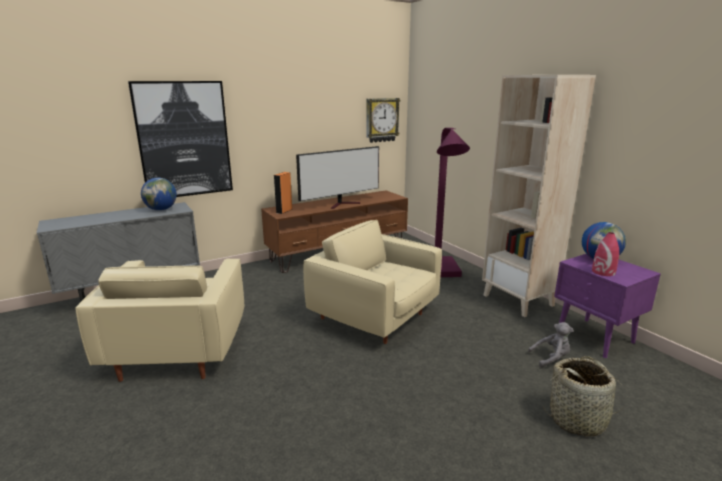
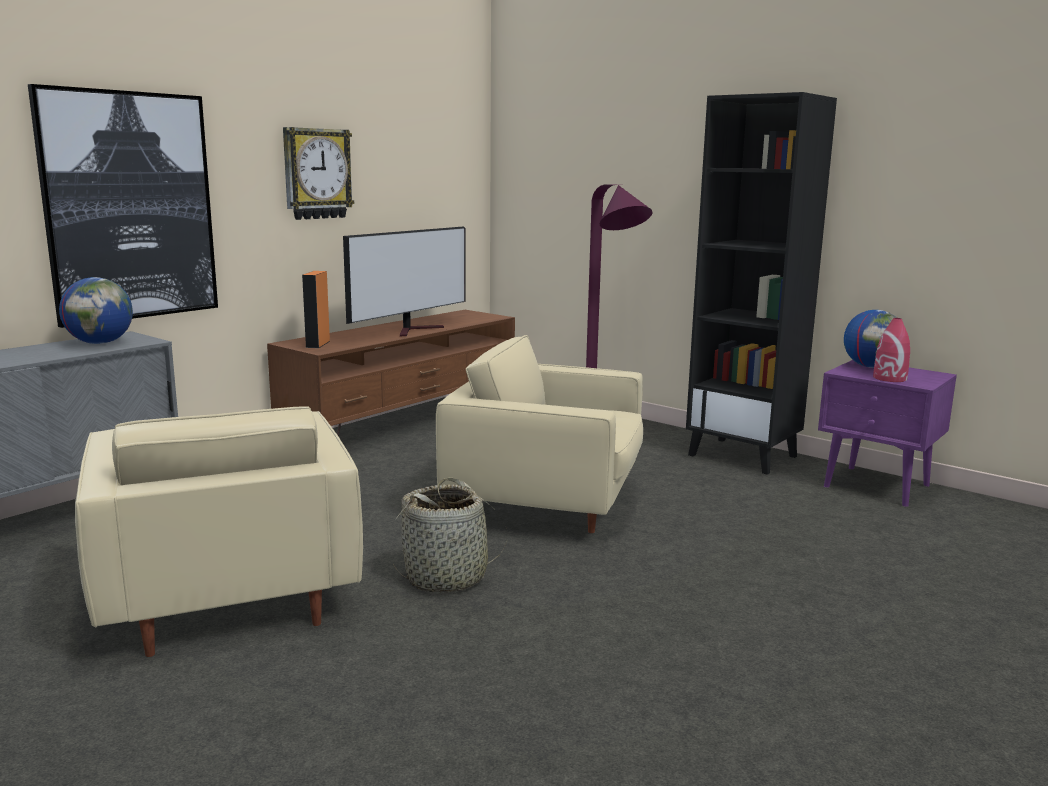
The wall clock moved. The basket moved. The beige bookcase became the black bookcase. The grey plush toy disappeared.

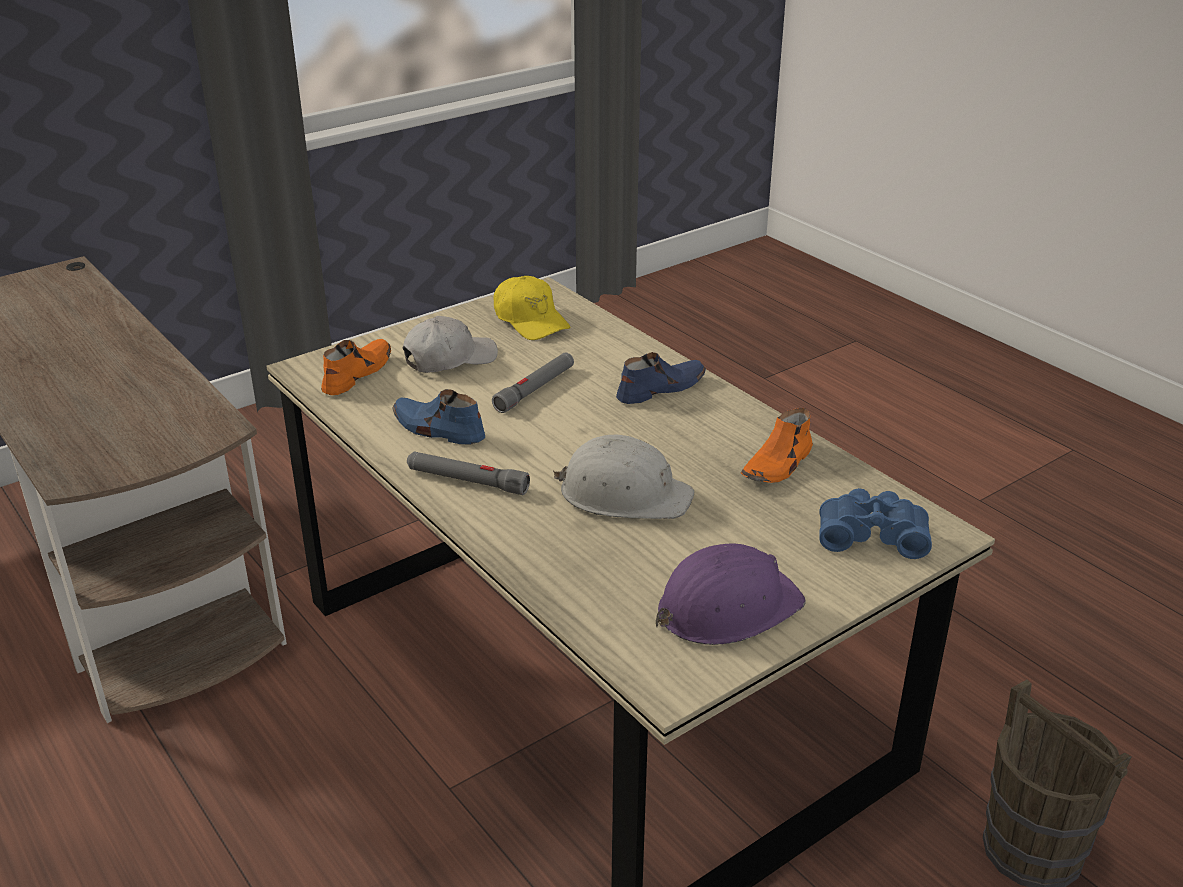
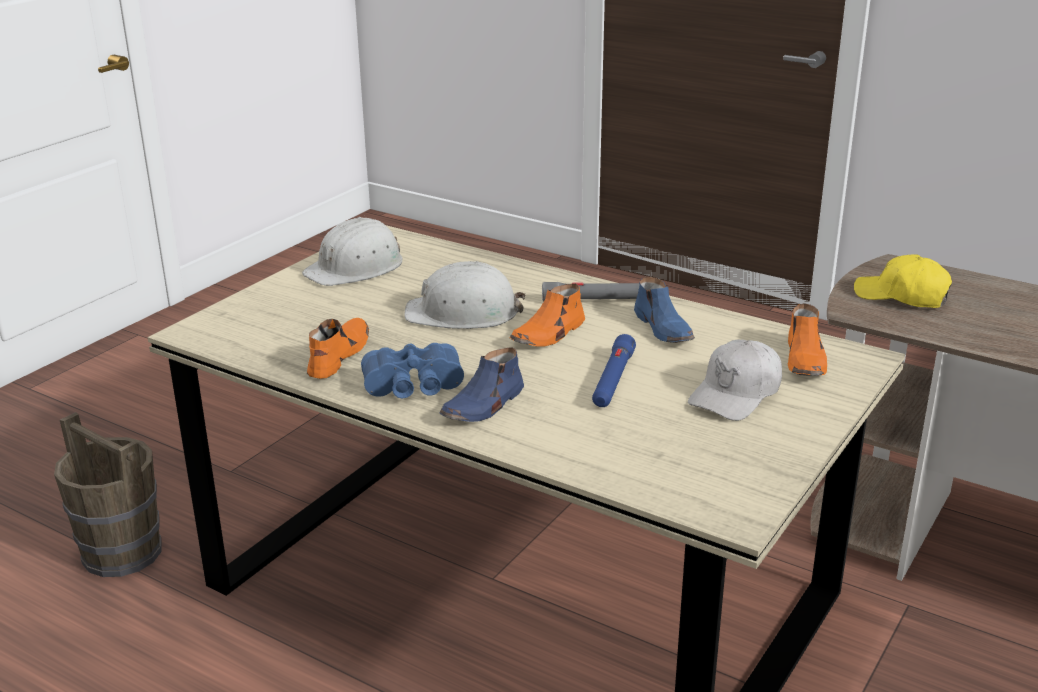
The purple hard hat became the white hard hat (1st from left). The blue binoculars moved. The orange shoe (2nd from left) appeared. The grey flashlight (2nd from left) became the blue flashlight. The blue shoe (1st from left in the first image) turned 60 degrees clockwise. The yellow cap moved.

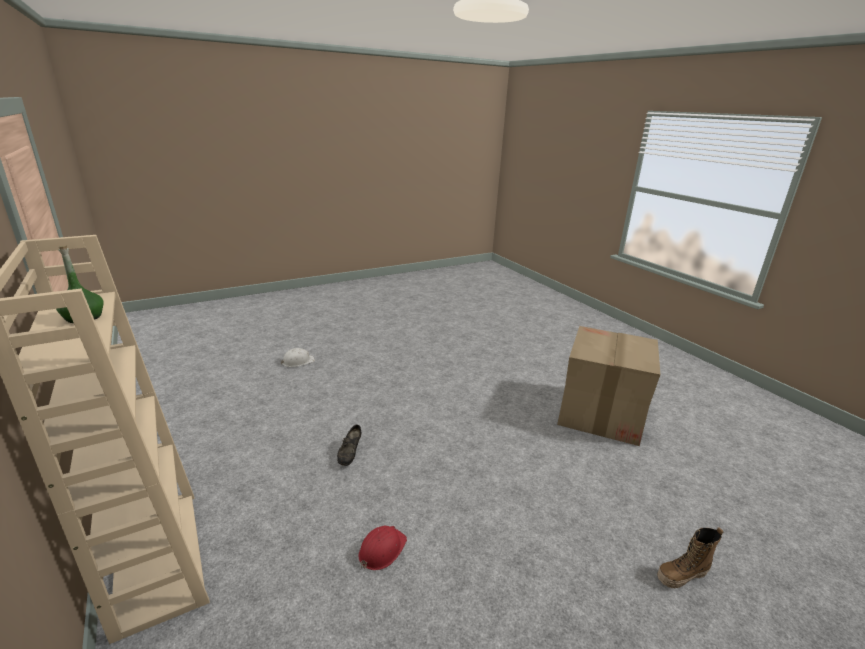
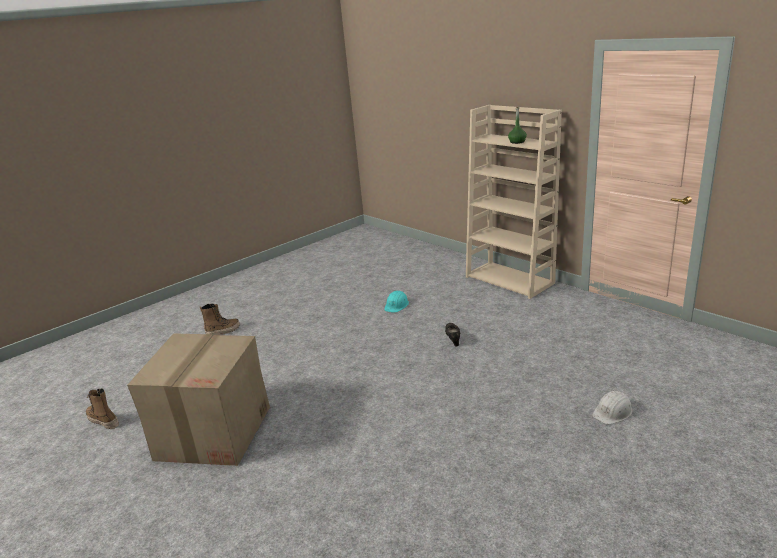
The boot (1st from left) appeared. The red hard hat became the turquoise hard hat.

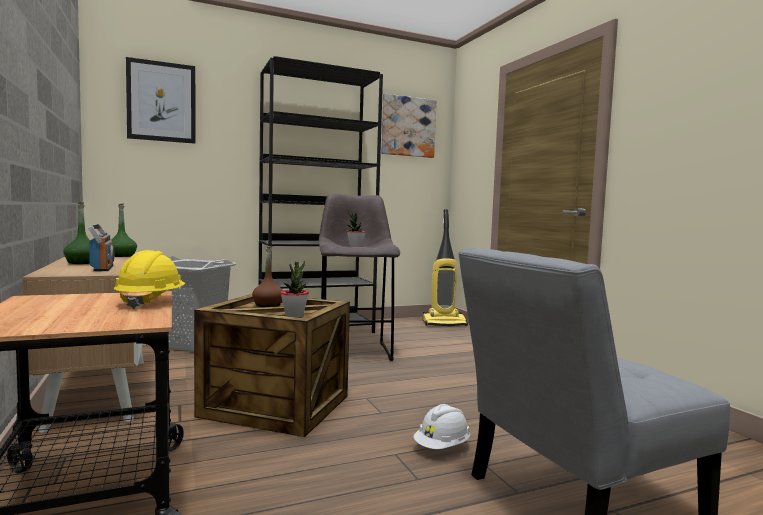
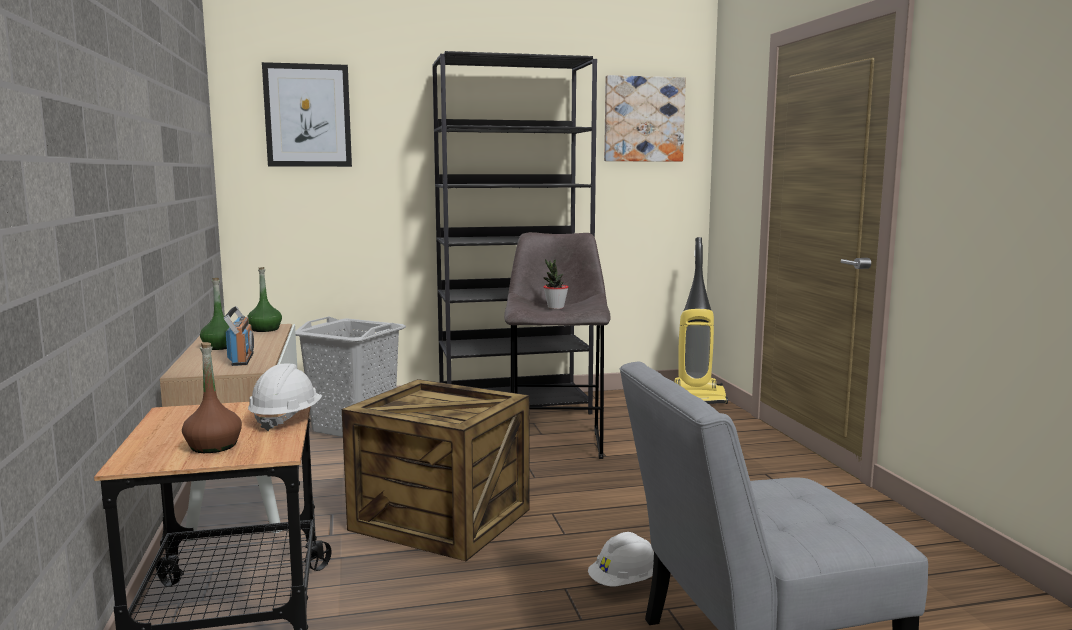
The brown bottle moved. The yellow hard hat became the white hard hat (1st from left). The potted plant (1st from left) disappeared.

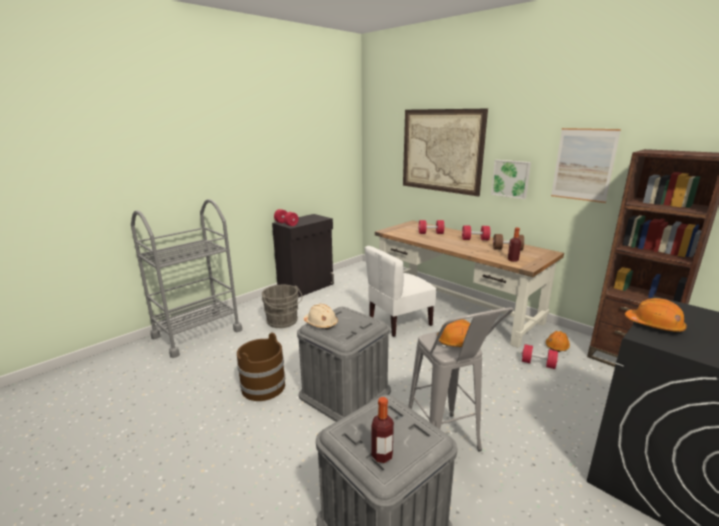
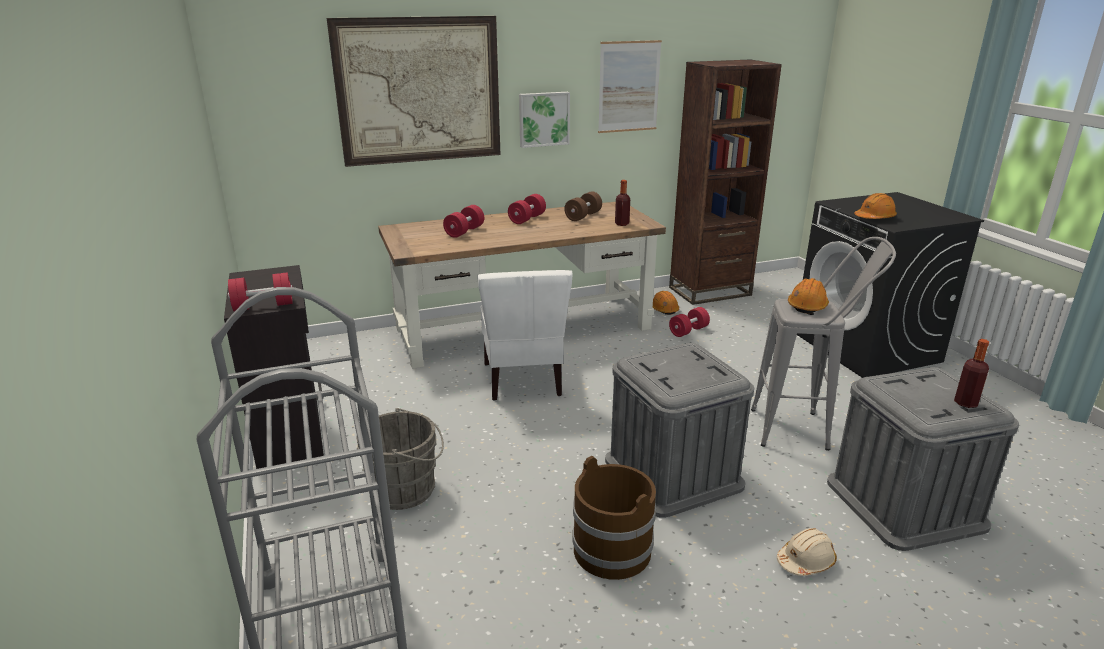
The beige hard hat moved.

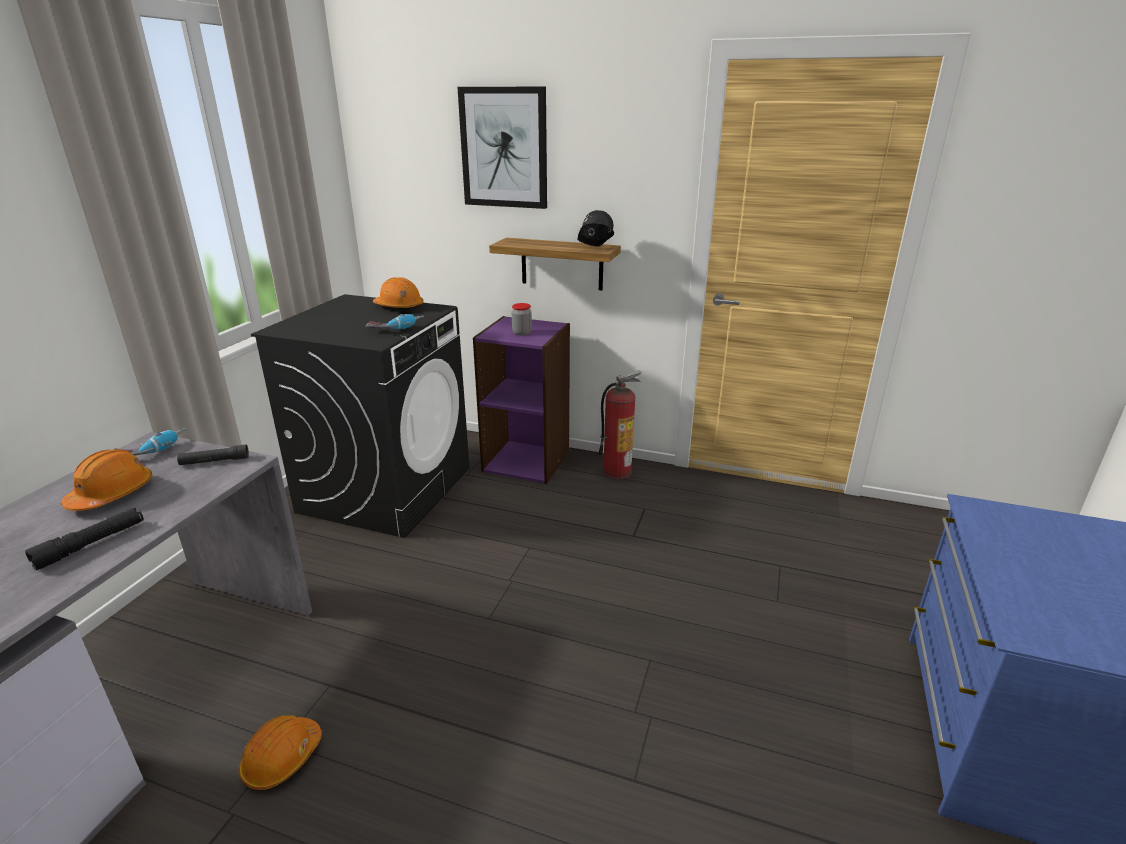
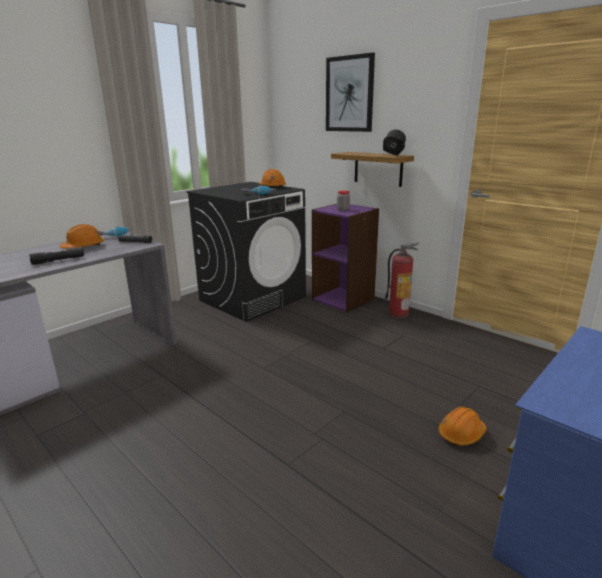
The orange hard hat (2nd from left in the first image) moved.

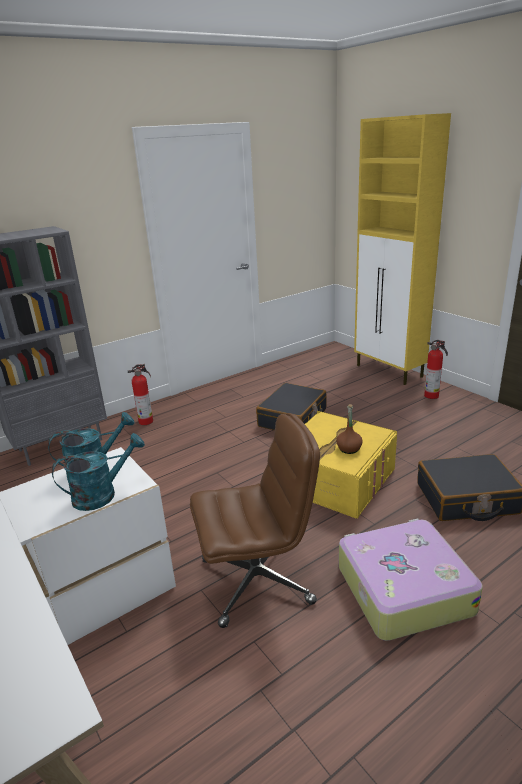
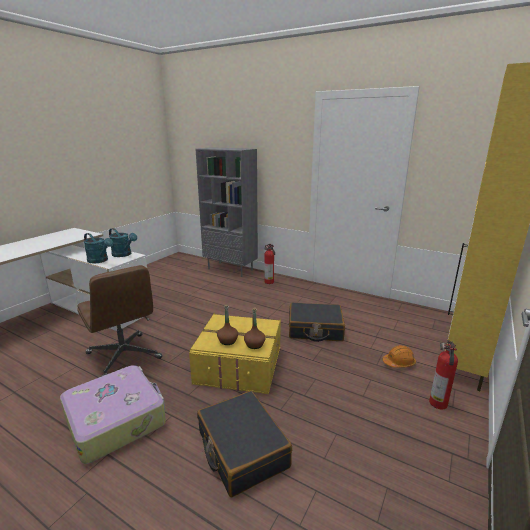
The brown bottle (2nd from left) appeared. The orange hard hat appeared.

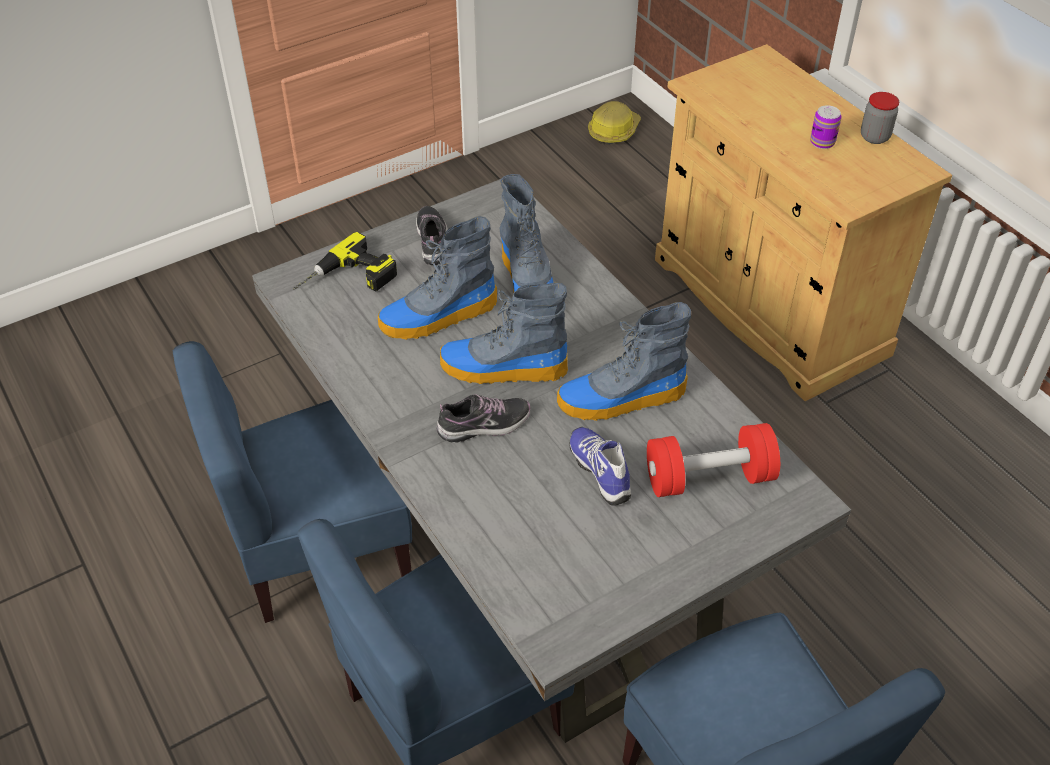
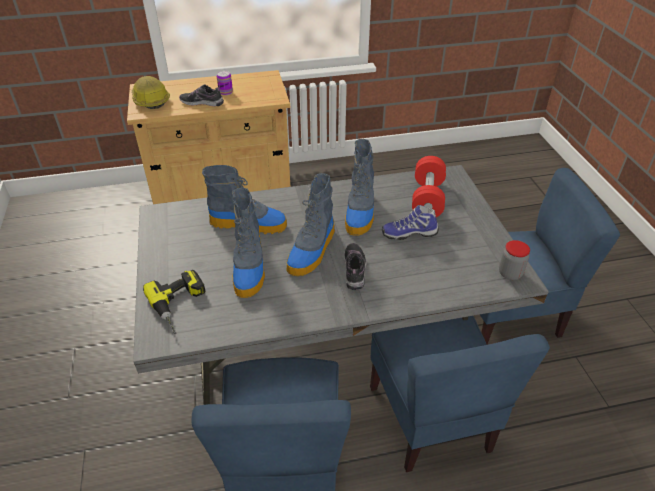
The hard hat moved. The shoe (1st from left) moved. The jar moved.

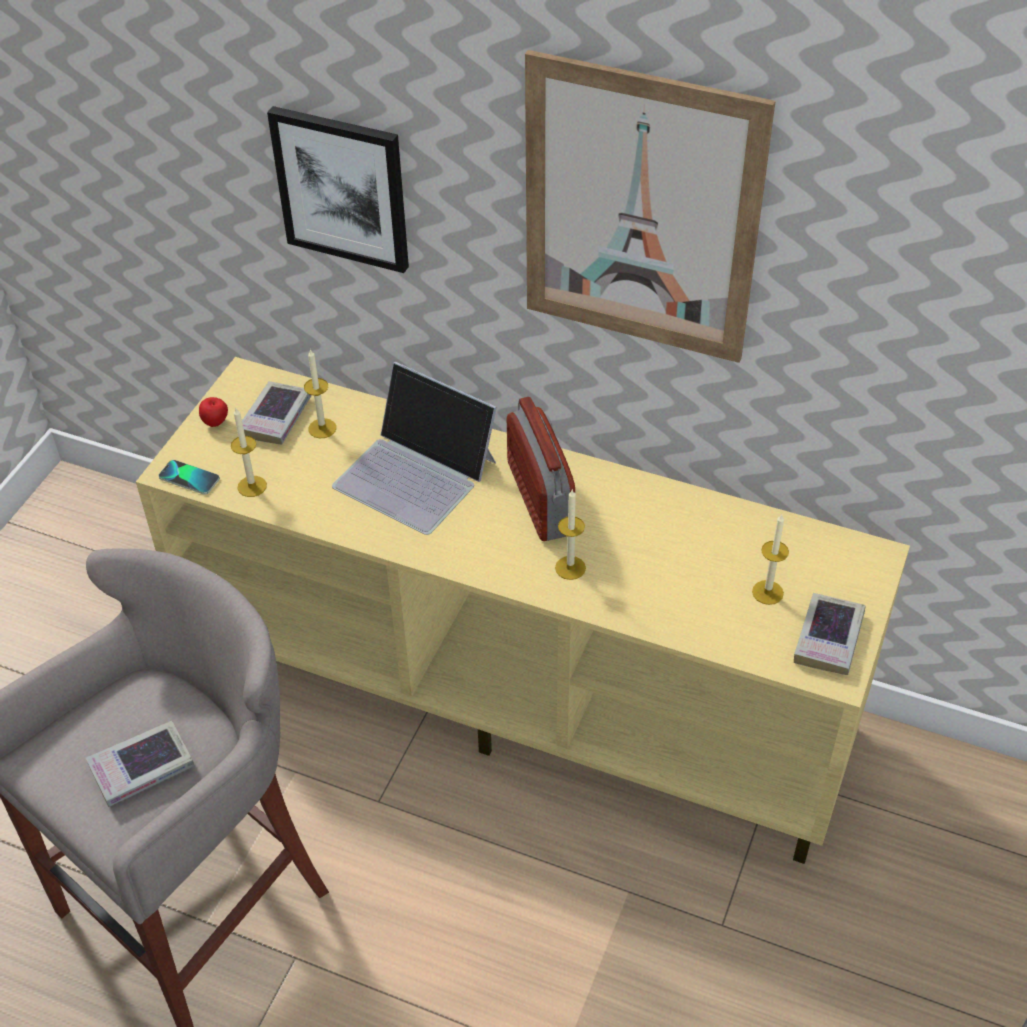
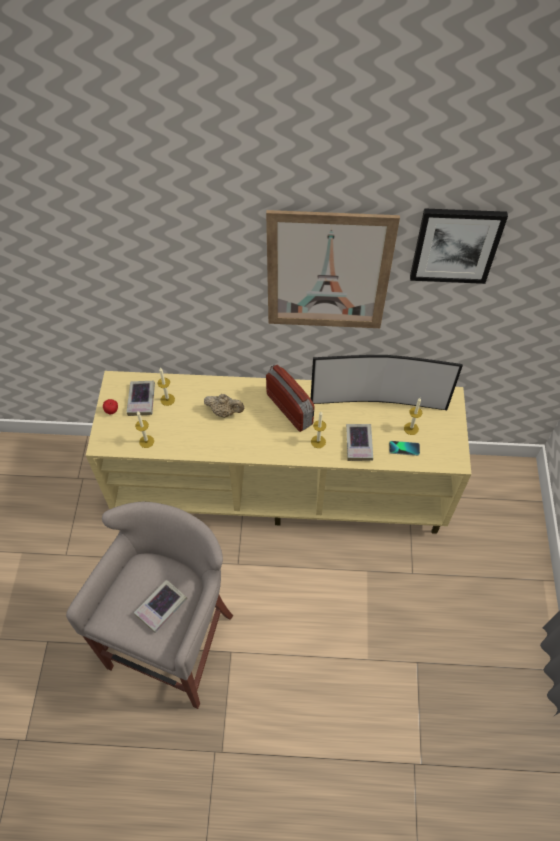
The laptop was replaced by the beige teapot. The television appeared. The book (3rd from left) moved. The phone moved. The picture (1st from left in the first image) moved.

